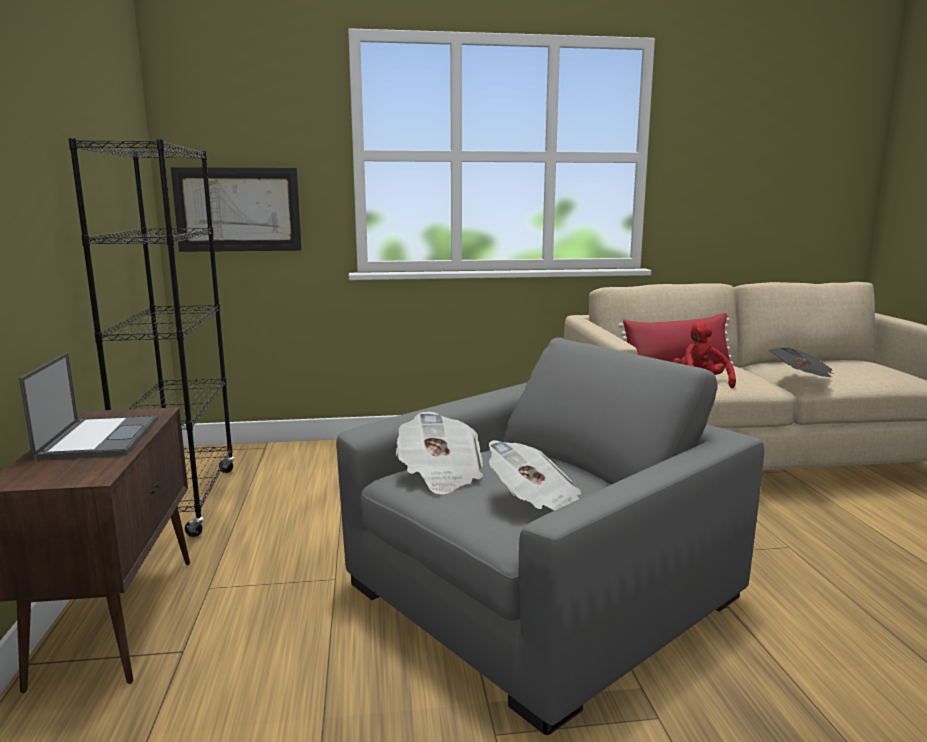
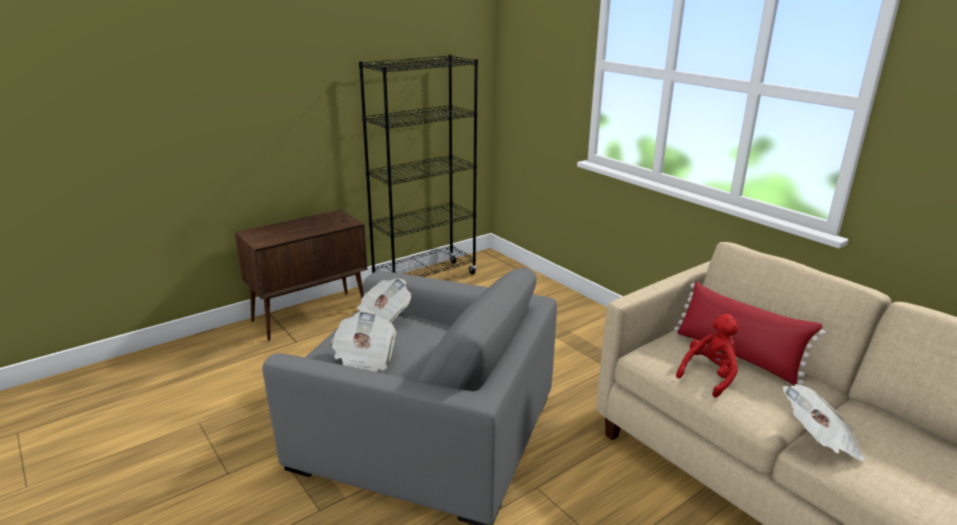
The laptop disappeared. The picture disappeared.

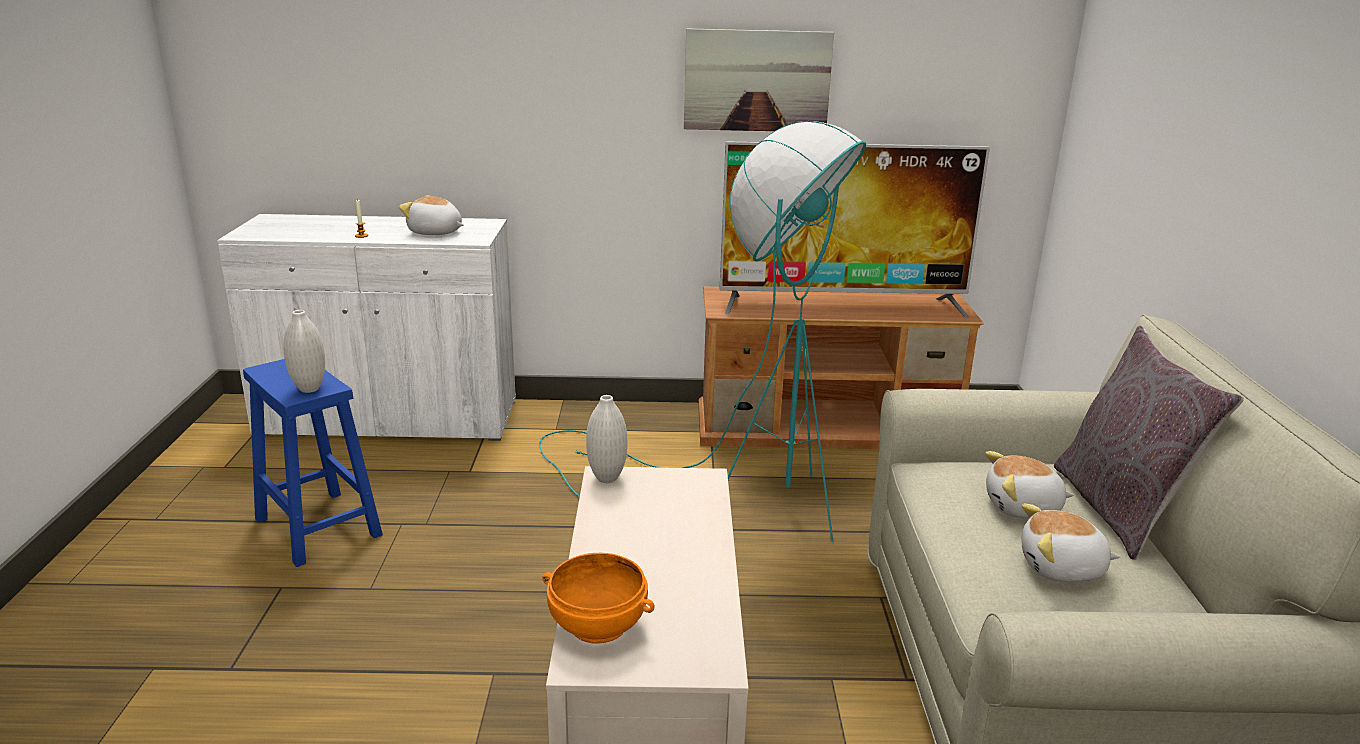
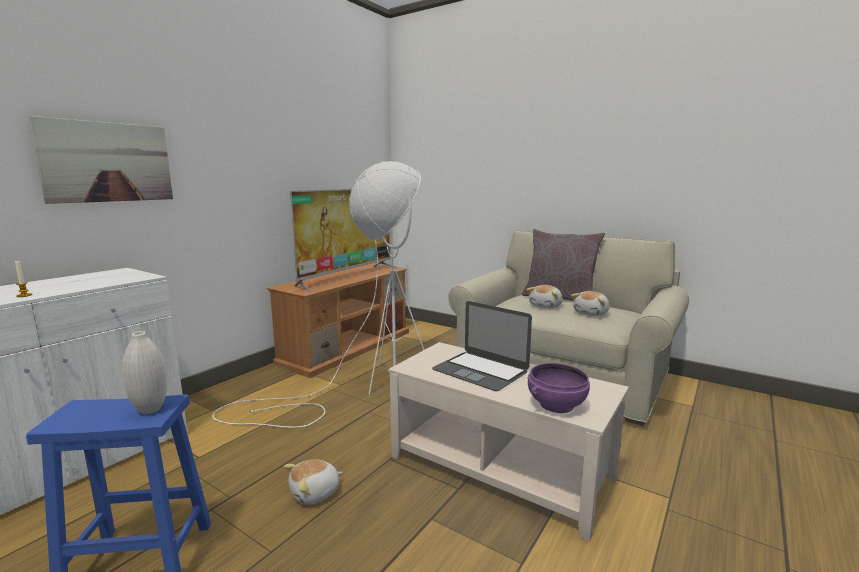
The picture moved. The turquoise floor lamp became the white floor lamp. The plush toy (1st from left) moved. The laptop appeared. The orange bowl became the purple bowl. The white vase (2nd from left) disappeared.

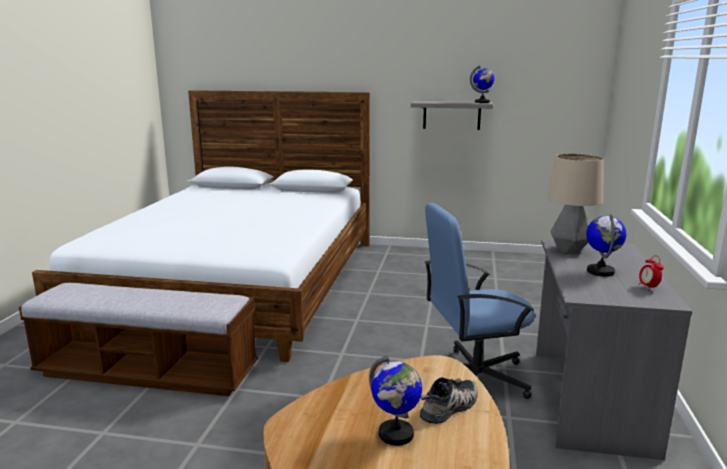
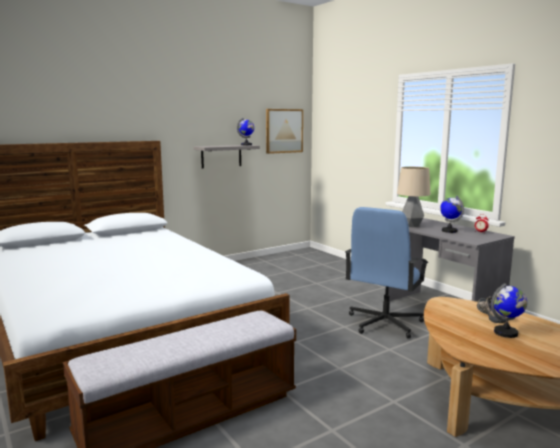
The picture appeared.

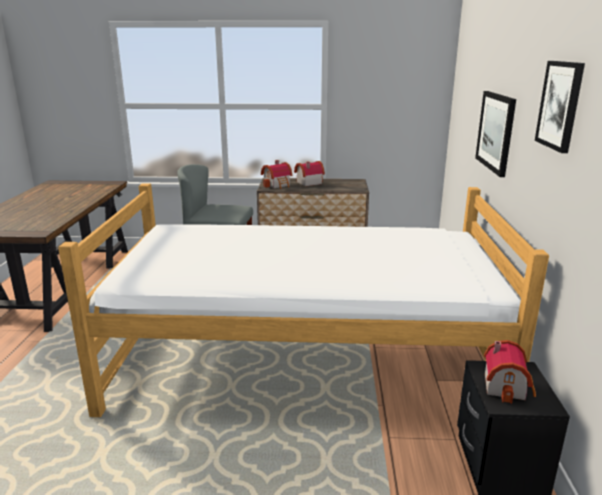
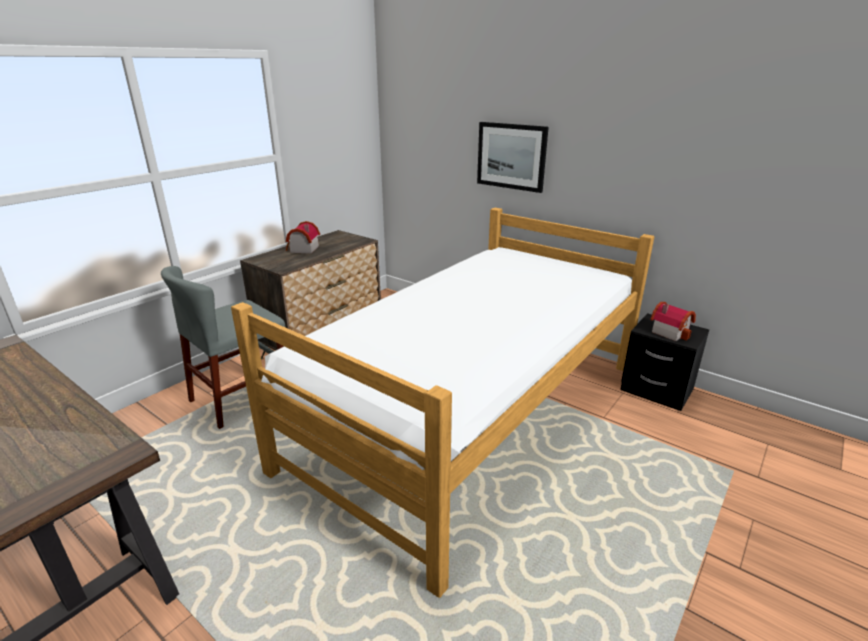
The toy house (1st from left) disappeared. The picture (2nd from left) disappeared.

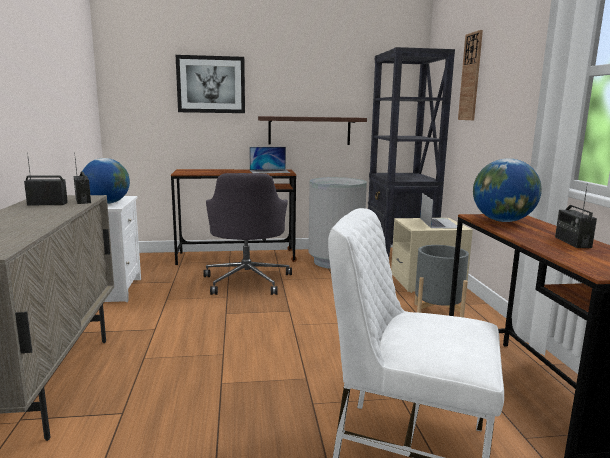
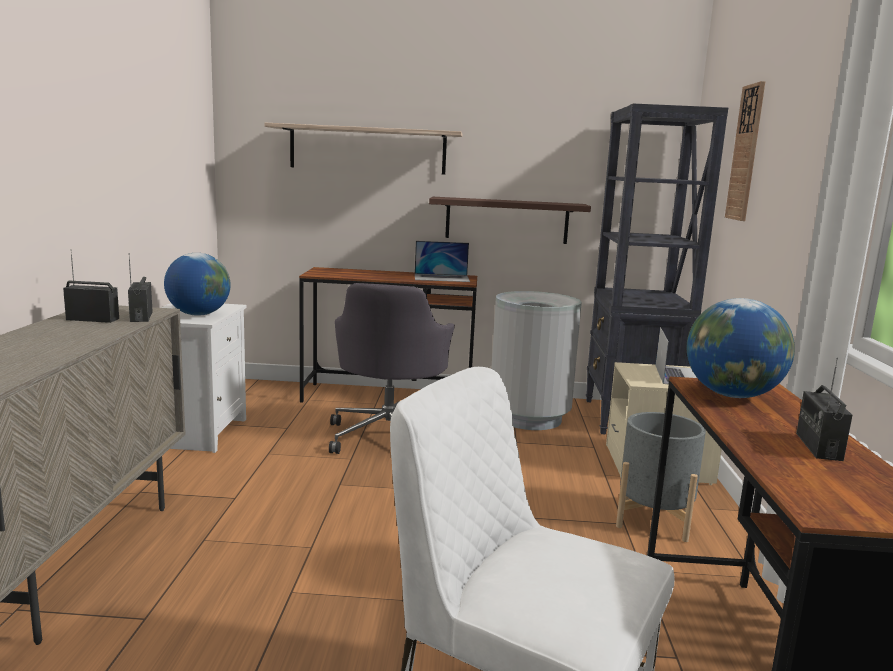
The picture was replaced by the shelf (1st from left).

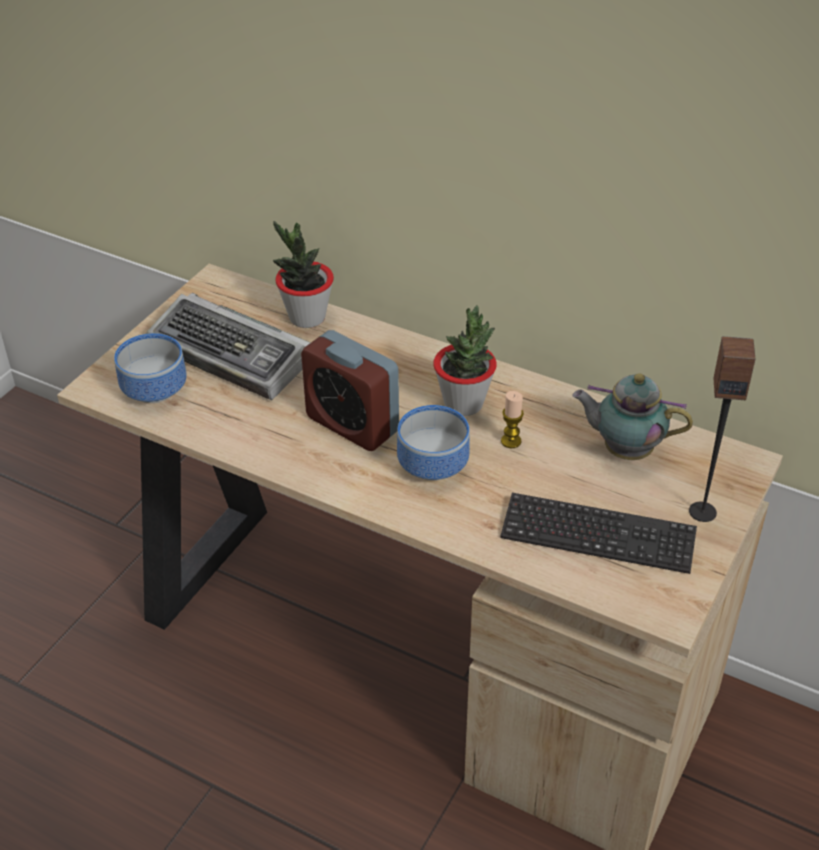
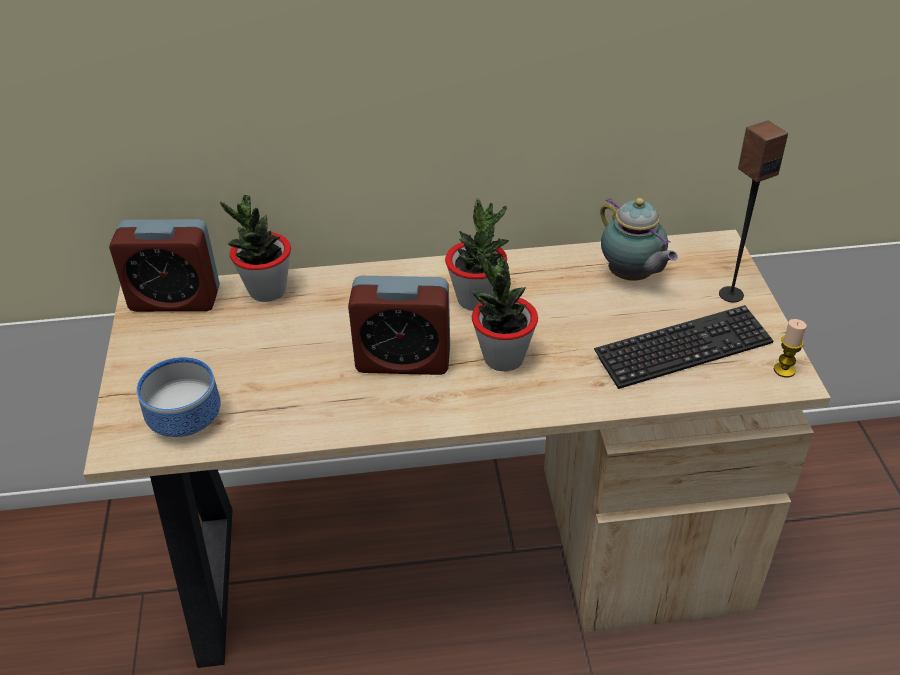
The alarm clock (1st from left) appeared. The bowl (2nd from left) was replaced by the potted plant (3rd from left). The teapot turned 105 degrees counterclockwise. The candle moved. The keyboard (1st from left) disappeared.

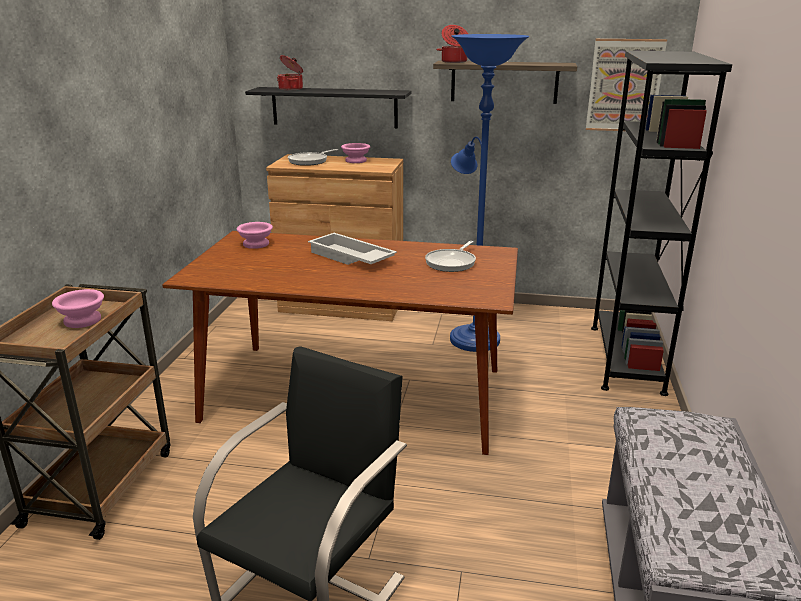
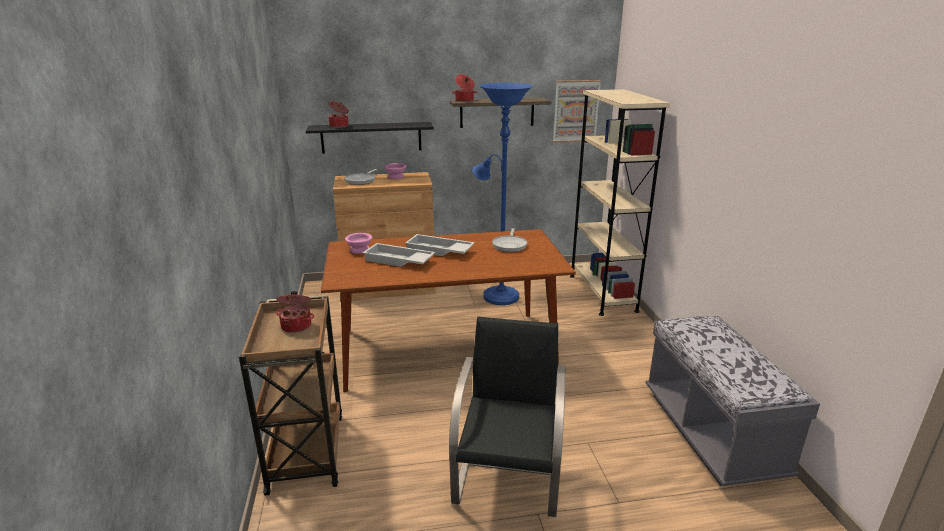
The pink bowl (1st from left) was replaced by the cooking pot (1st from left). The white tray (1st from left) appeared. The black bookcase became the beige bookcase.

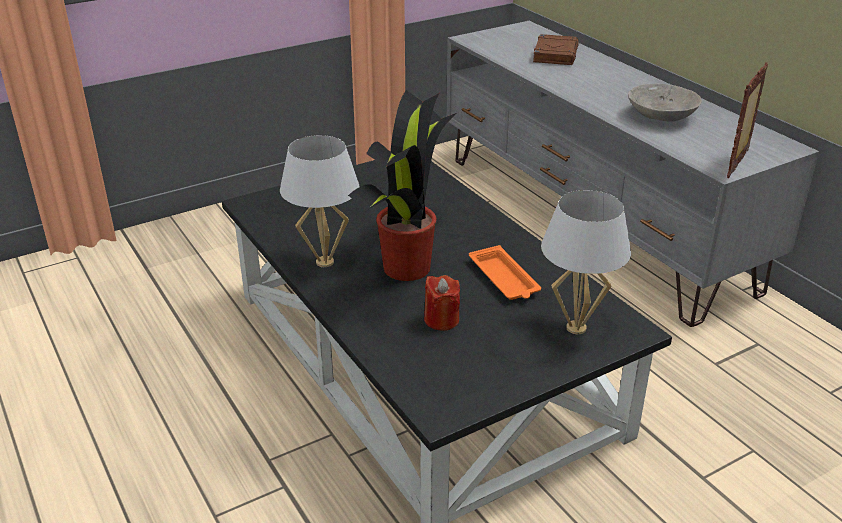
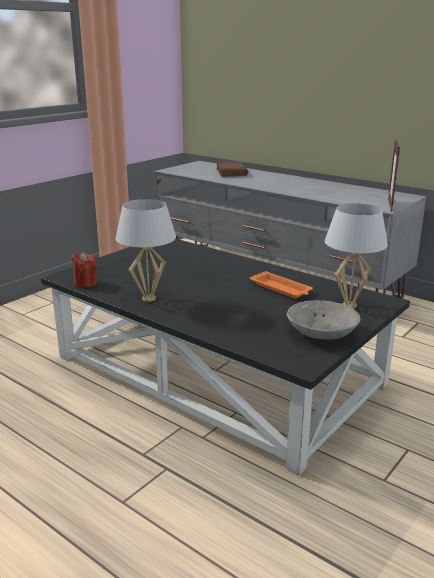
The red candle moved. The grey bowl moved. The potted plant disappeared.

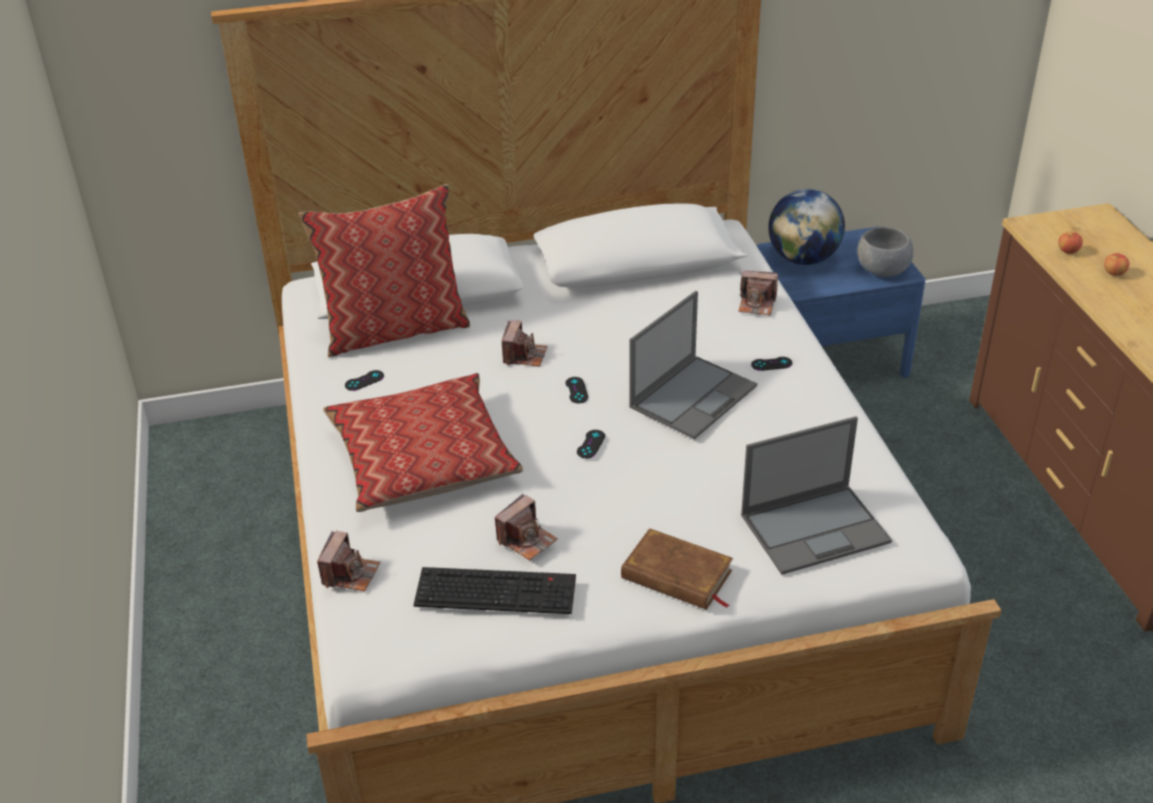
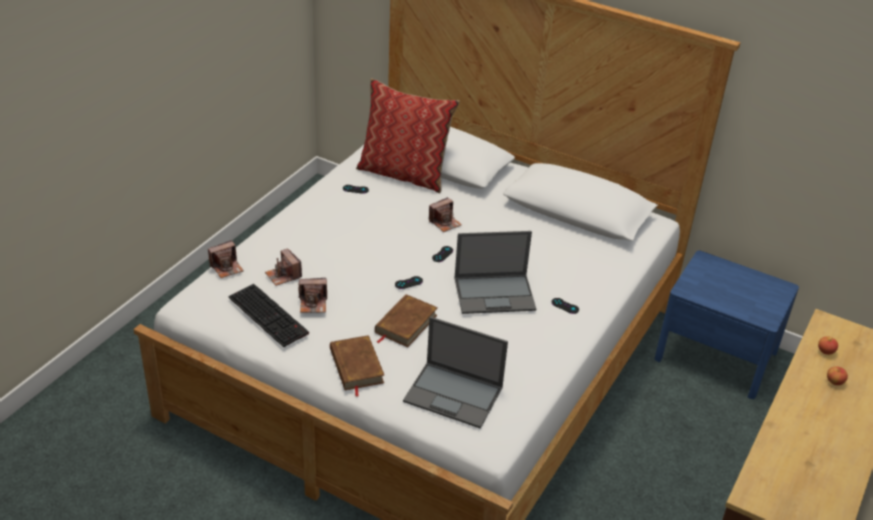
The photo camera (4th from left in the first image) moved. The brown book (2nd from left) appeared. The pillow (2nd from left) disappeared. The globe disappeared. The grey bowl disappeared.

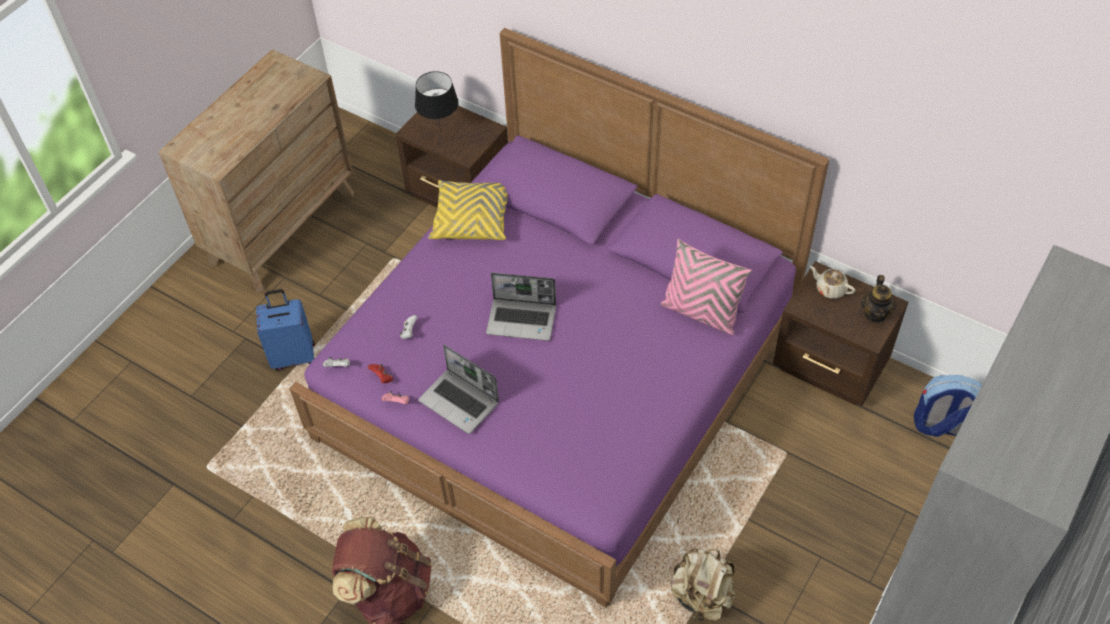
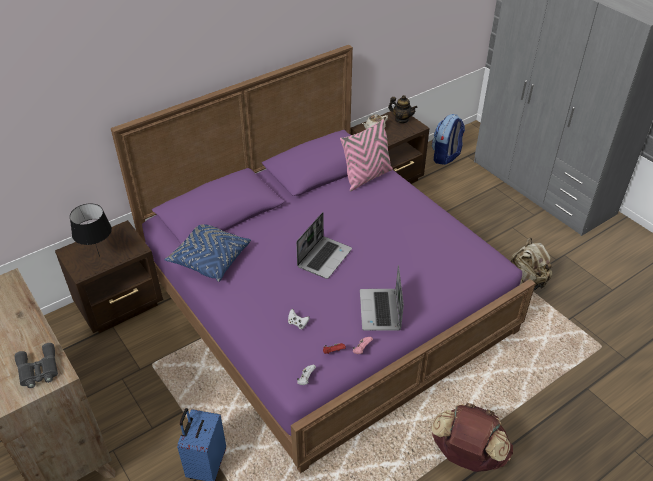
The grey binoculars appeared. The yellow pillow became the blue pillow. The laptop (1st from left in the first image) turned 120 degrees clockwise.

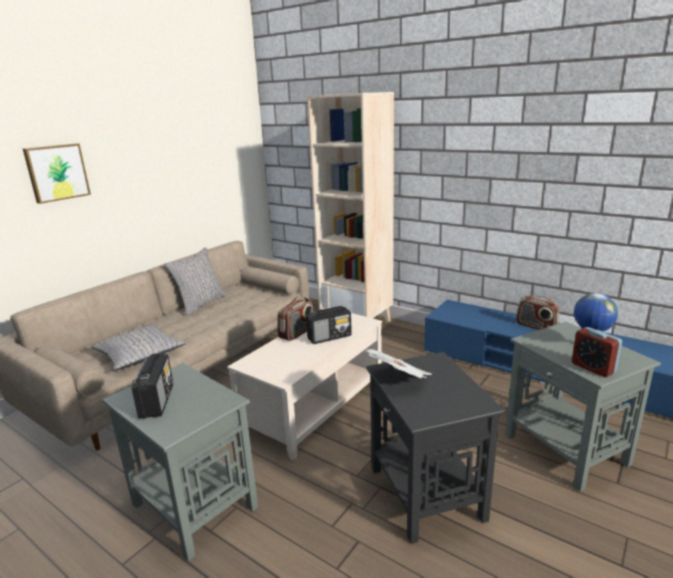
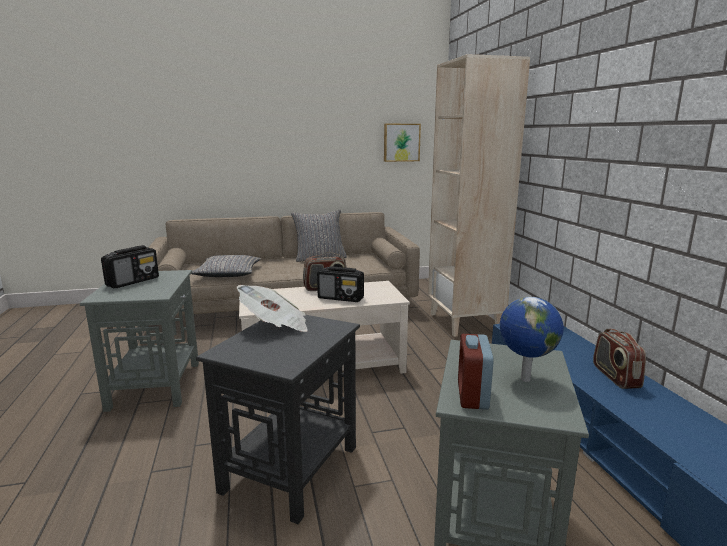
The picture moved.

